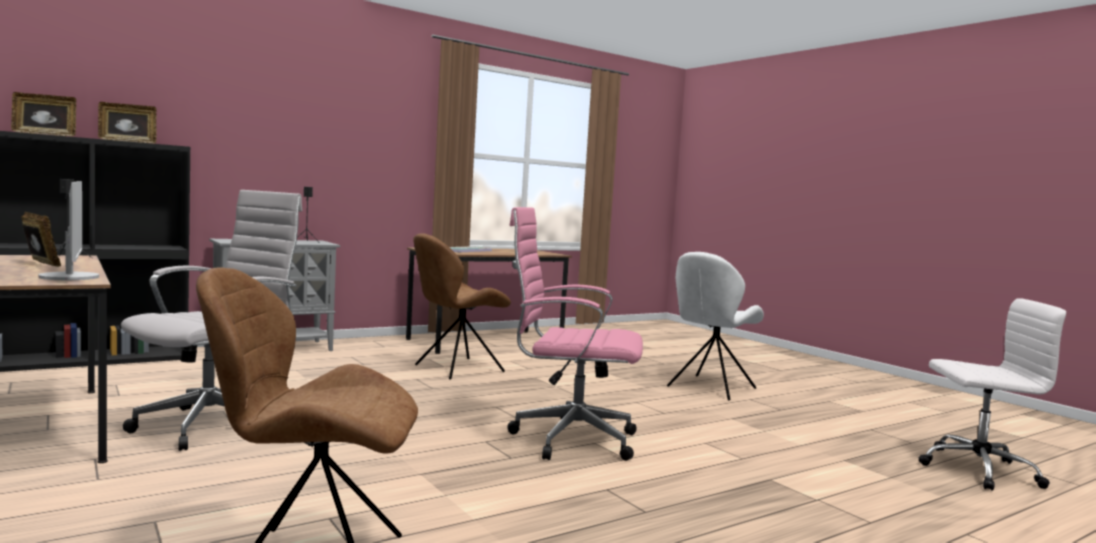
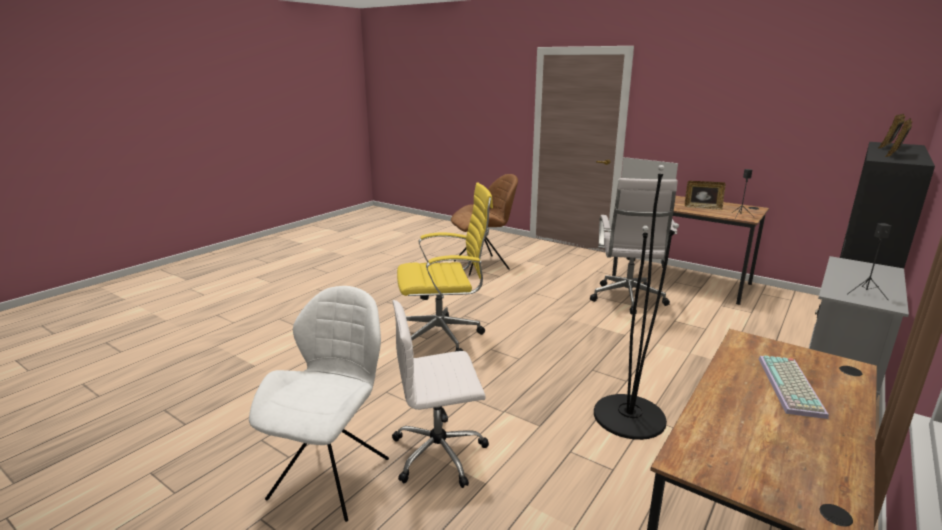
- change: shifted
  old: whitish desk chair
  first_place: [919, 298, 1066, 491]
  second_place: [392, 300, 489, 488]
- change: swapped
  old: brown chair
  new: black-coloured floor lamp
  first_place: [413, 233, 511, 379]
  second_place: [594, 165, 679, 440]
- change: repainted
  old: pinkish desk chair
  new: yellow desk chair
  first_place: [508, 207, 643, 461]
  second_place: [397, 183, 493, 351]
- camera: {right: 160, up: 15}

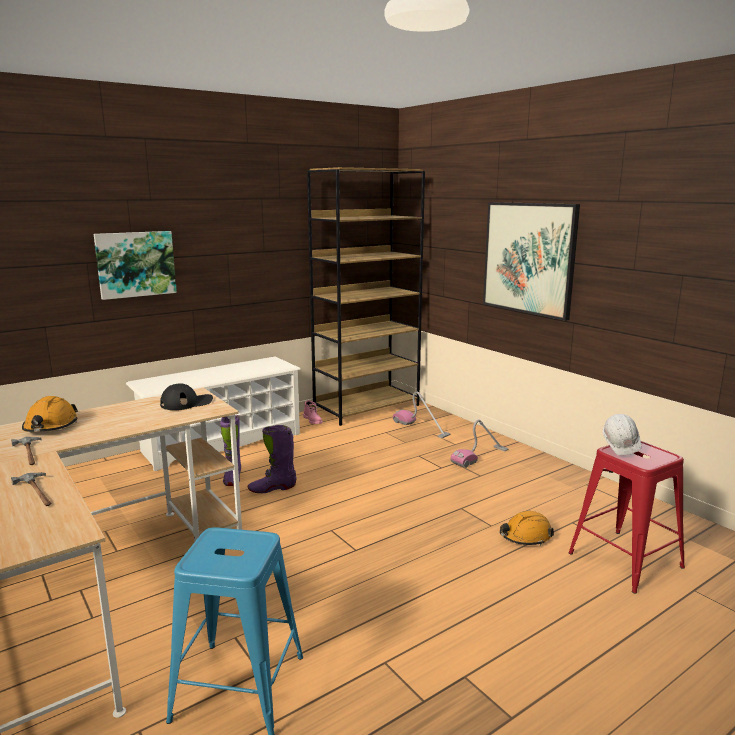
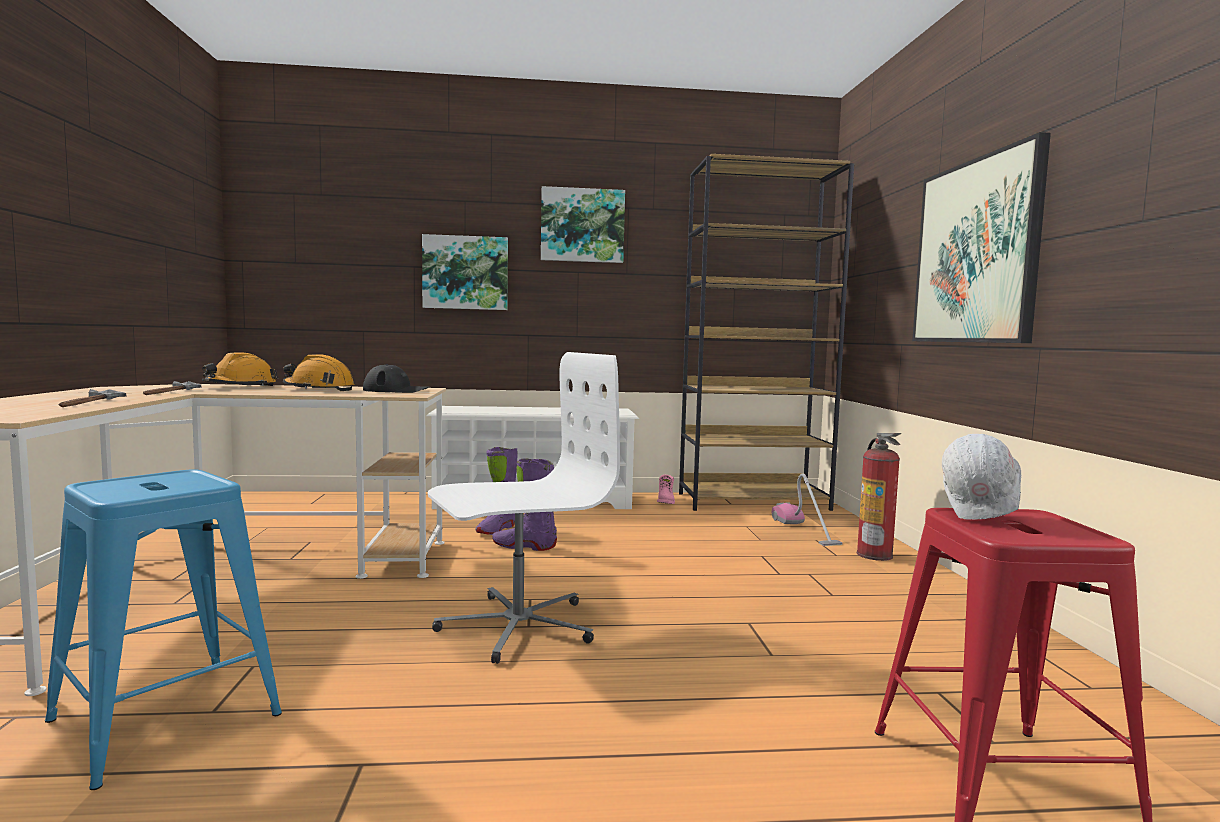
- change: gone
  old: hoover
  first_place: [450, 419, 509, 468]
- change: new
  new: whitish desk chair
  second_place: [428, 352, 620, 664]
- change: new
  new: wall picture
  second_place: [541, 186, 625, 263]
- change: new
  new: extinguisher
  second_place: [857, 433, 901, 561]
- change: shifted
  old: orange safety helmet
  first_place: [500, 511, 554, 546]
  second_place: [283, 355, 354, 391]
- camera: {right: 30, up: -10}

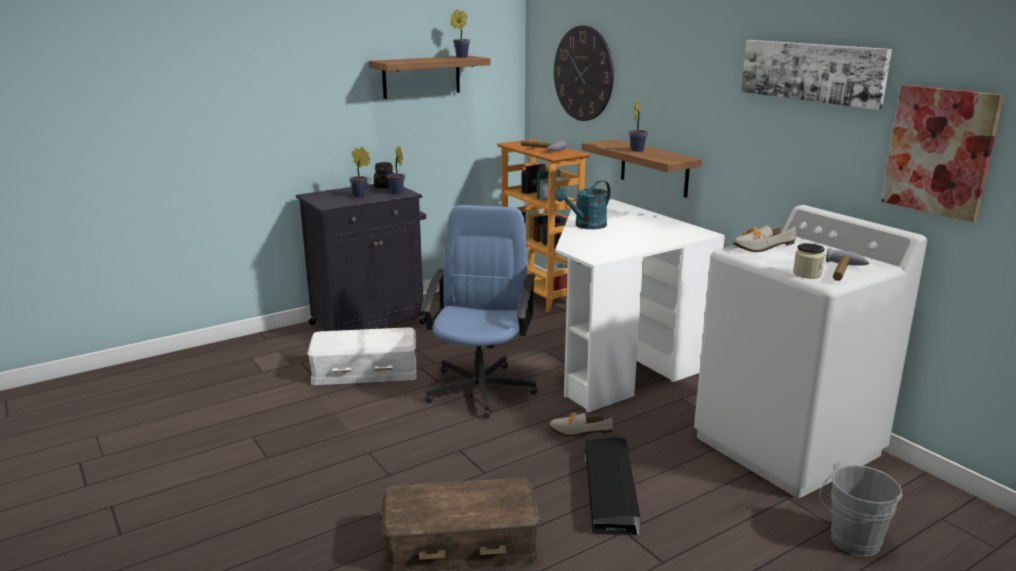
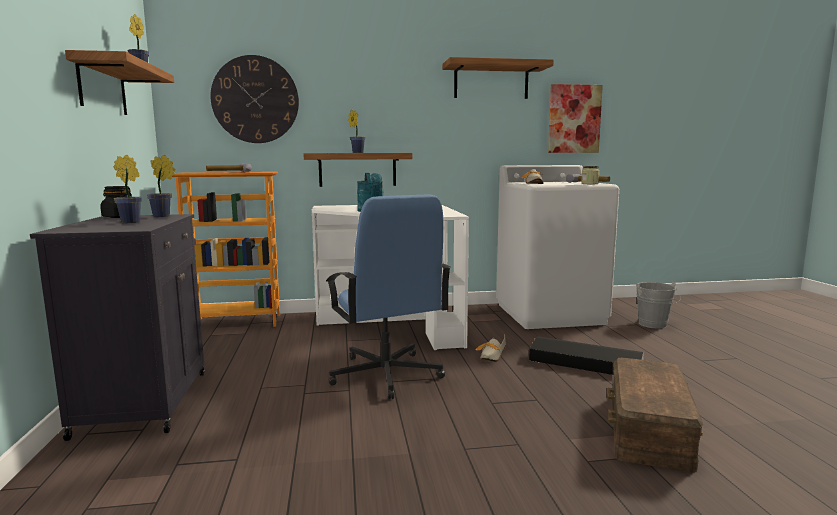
- change: gone
  old: whitish storage box
  first_place: [307, 327, 416, 385]
- change: swapped
  old: wall picture
  new: wall shelf
  first_place: [741, 40, 892, 110]
  second_place: [442, 57, 554, 99]
- change: rotated
  old: blue desk chair
  first_place: [421, 205, 538, 418]
  second_place: [326, 195, 451, 399]
  degrees: -150
- camera: {right: -65, up: -10}

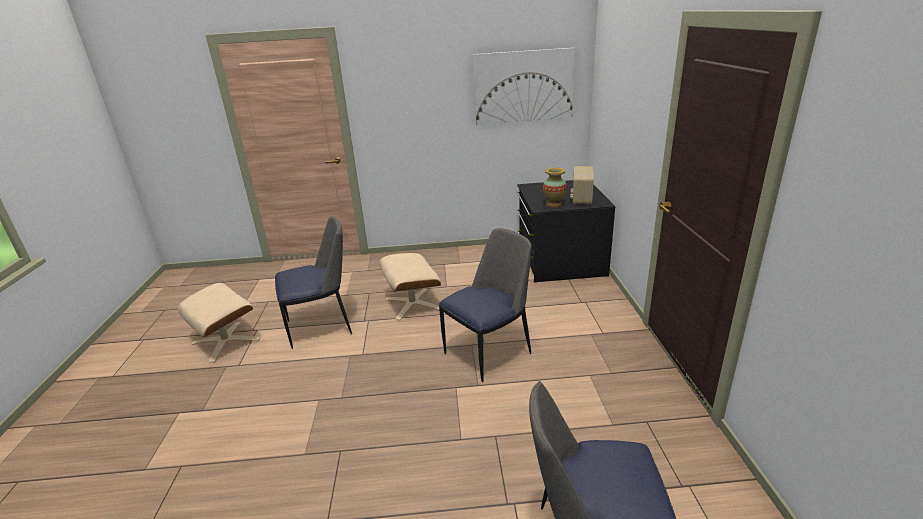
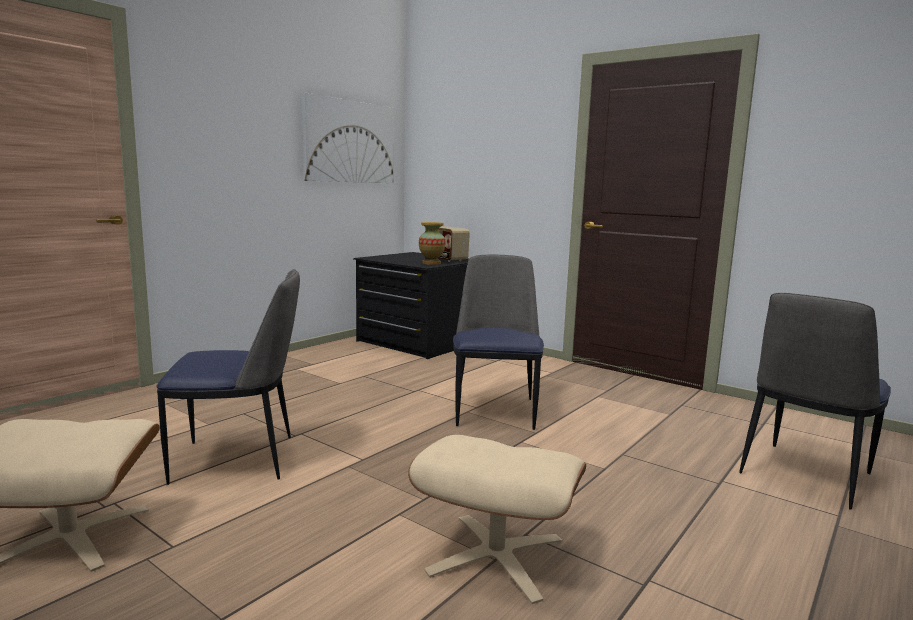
- change: shifted
  old: beige footrest
  first_place: [380, 253, 441, 321]
  second_place: [408, 435, 586, 604]
- change: rotated
  old: chair
  first_place: [275, 216, 352, 349]
  second_place: [156, 269, 300, 485]
  degrees: 60
- camera: {right: -50, up: -15}

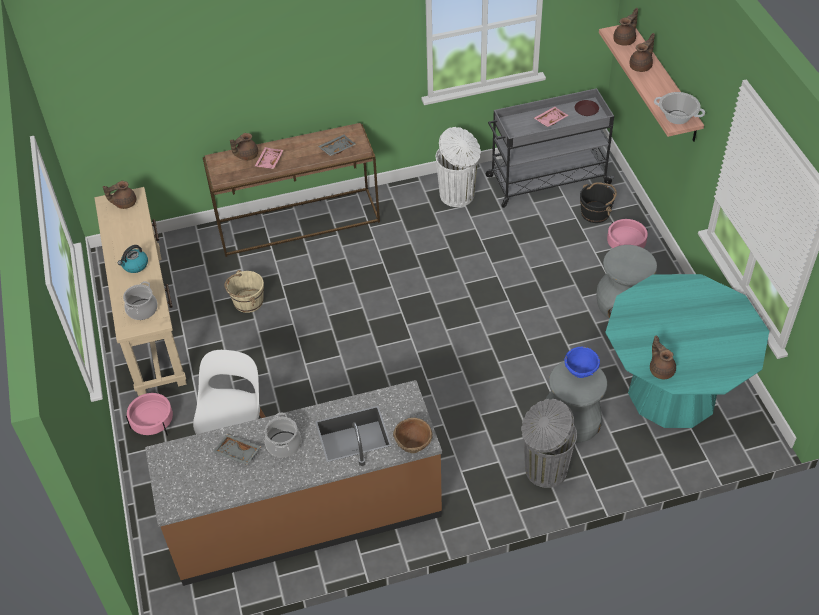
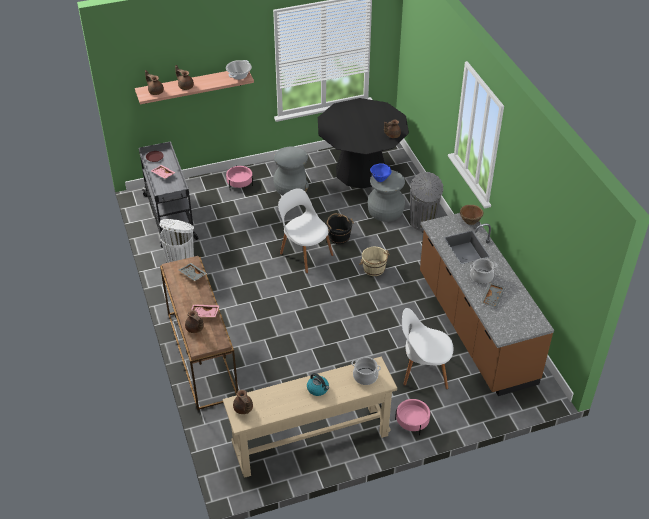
- change: new
  new: whitish chair
  second_place: [278, 188, 334, 273]
- change: shifted
  old: beige bucket
  first_place: [224, 270, 264, 313]
  second_place: [359, 247, 390, 276]
- change: shifted
  old: black-coloured bucket
  first_place: [580, 182, 617, 223]
  second_place: [327, 213, 354, 244]
- change: repainted
  old: turquoise kitchen table
  new: black-coloured kitchen table
  first_place: [605, 274, 769, 428]
  second_place: [318, 98, 409, 189]
- camera: {right: -95, up: -5}

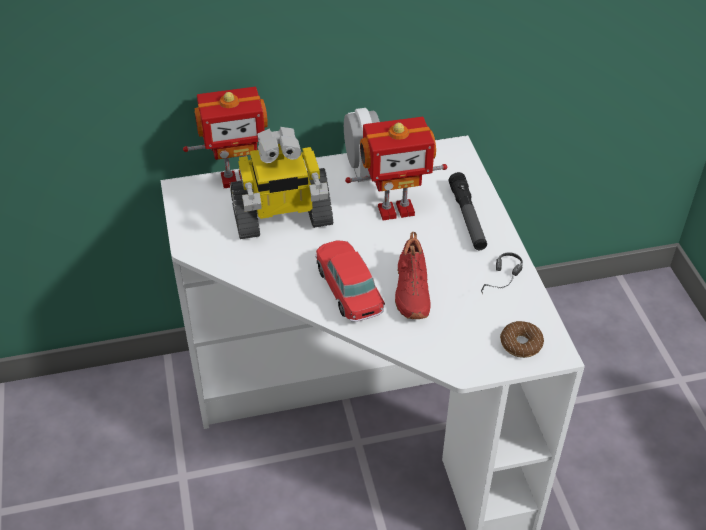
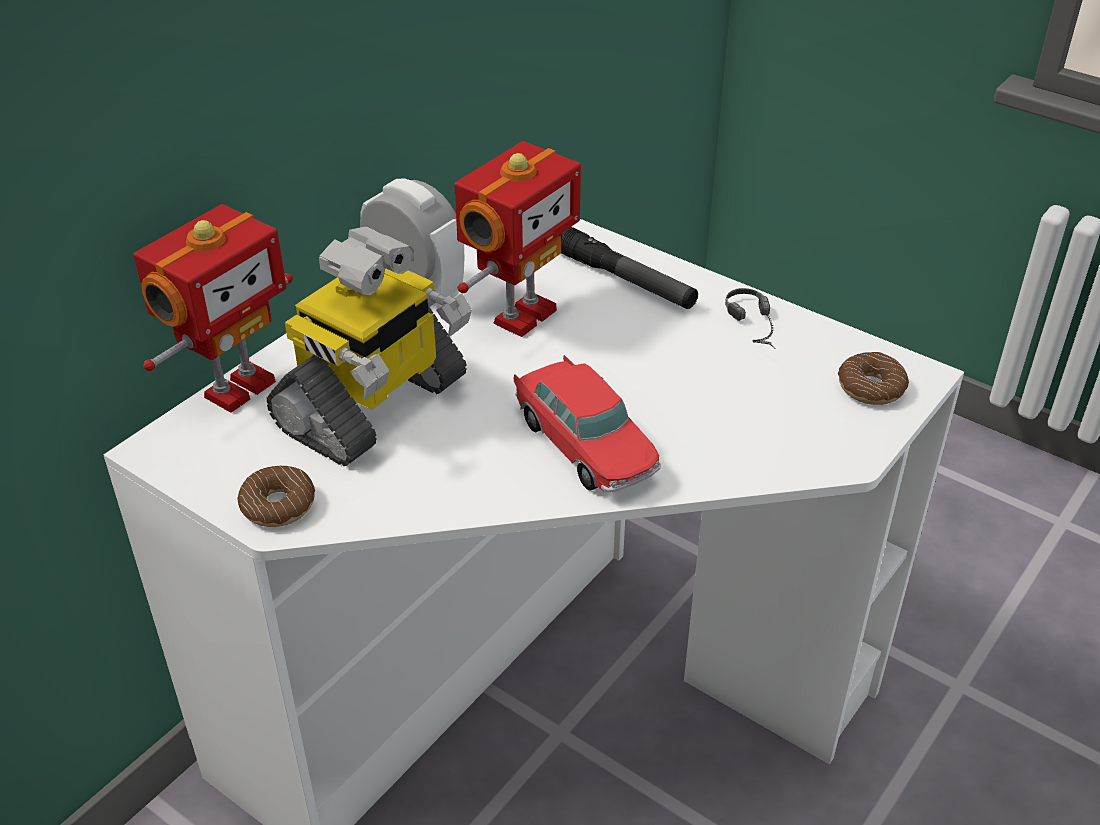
- change: gone
  old: red item of footwear
  first_place: [395, 232, 430, 319]
- change: new
  new: ring doughnut
  second_place: [238, 466, 315, 527]
- change: rotated
  old: toy car
  first_place: [315, 241, 385, 322]
  second_place: [513, 355, 661, 492]
  degrees: -150
- camera: {right: -40, up: -5}

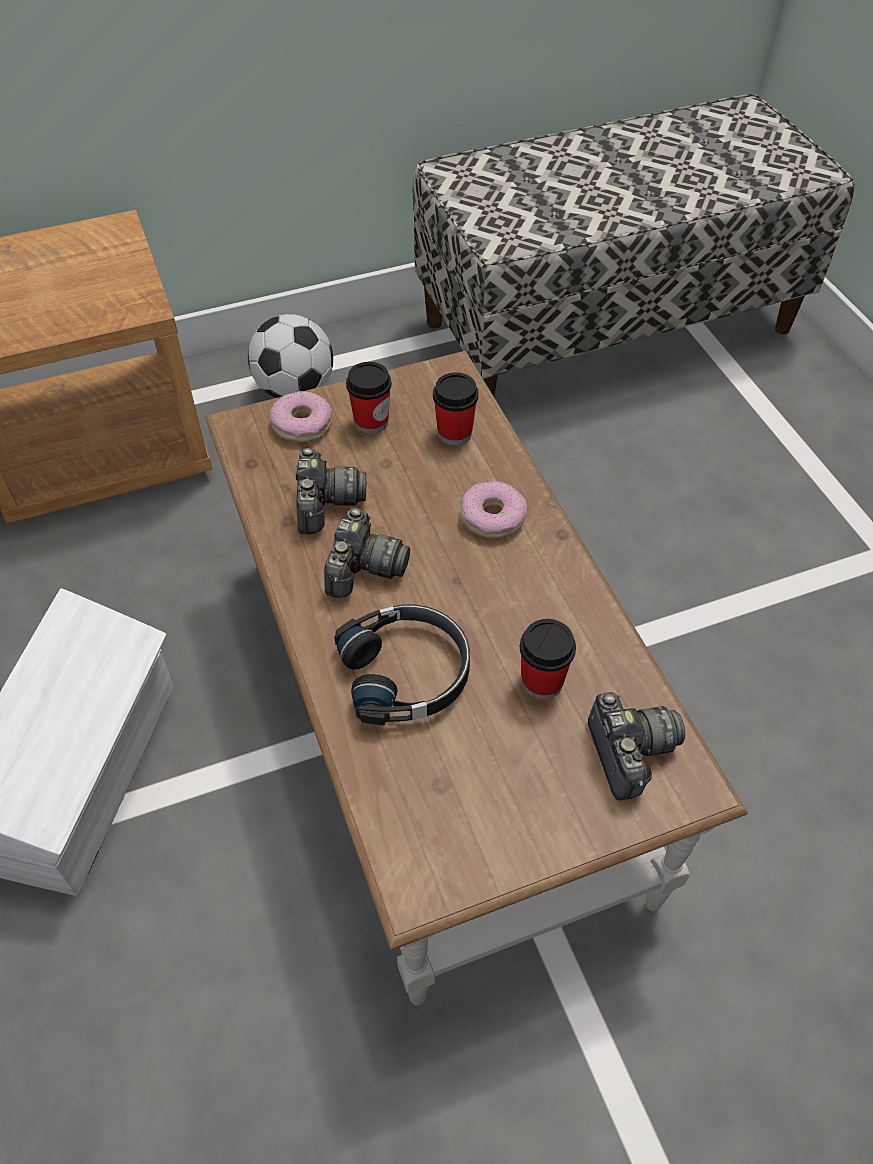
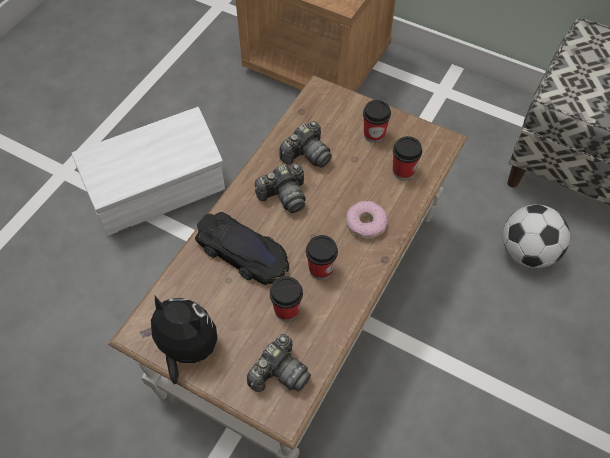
- change: gone
  old: ring doughnut
  first_place: [270, 391, 333, 442]
- change: new
  new: cuddly toy
  second_place: [140, 296, 217, 384]
- change: new
  new: small cup
  second_place: [306, 235, 338, 280]
- change: shifted
  old: football
  first_place: [248, 314, 333, 398]
  second_place: [503, 204, 570, 268]
- change: swapped
  old: black-coloured headphones
  new: black-coloured toy car
  first_place: [334, 605, 470, 725]
  second_place: [195, 212, 289, 285]
- camera: {right: 50, up: 5}

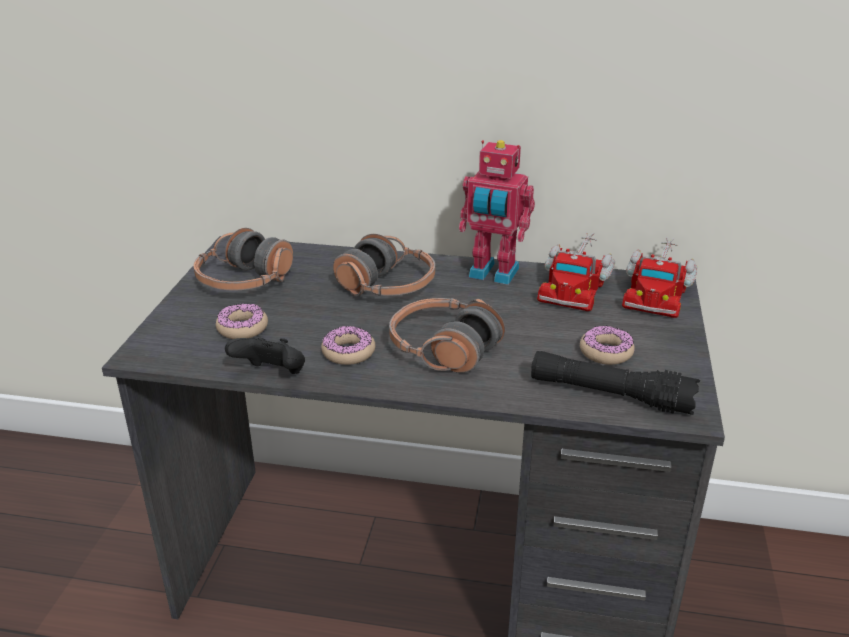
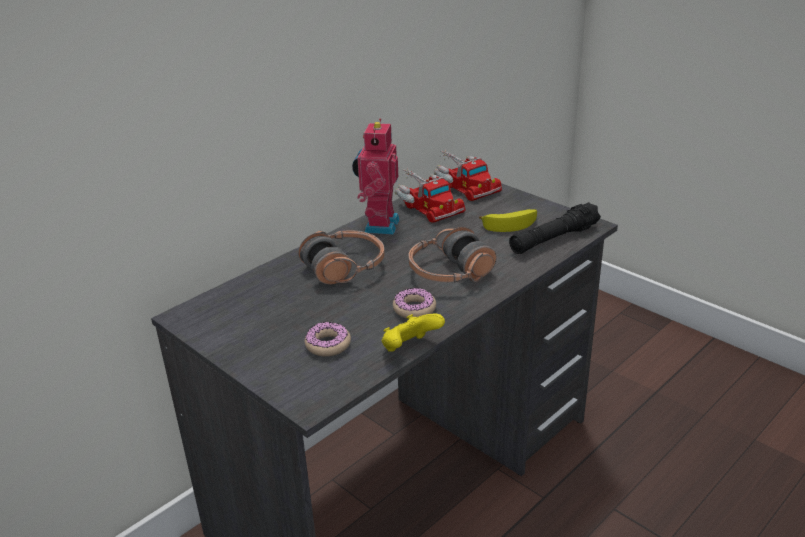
- change: gone
  old: headphones
  first_place: [193, 228, 293, 290]
- change: swapped
  old: ring doughnut
  new: banana
  first_place: [580, 326, 635, 365]
  second_place: [479, 209, 537, 232]
- change: repainted
  old: black-coloured gamepad
  new: yellow gamepad
  first_place: [225, 338, 305, 374]
  second_place: [382, 313, 445, 352]
- change: rotated
  old: toy robot
  first_place: [459, 140, 535, 285]
  second_place: [352, 119, 400, 235]
  degrees: 135
- camera: {right: -55, up: 0}

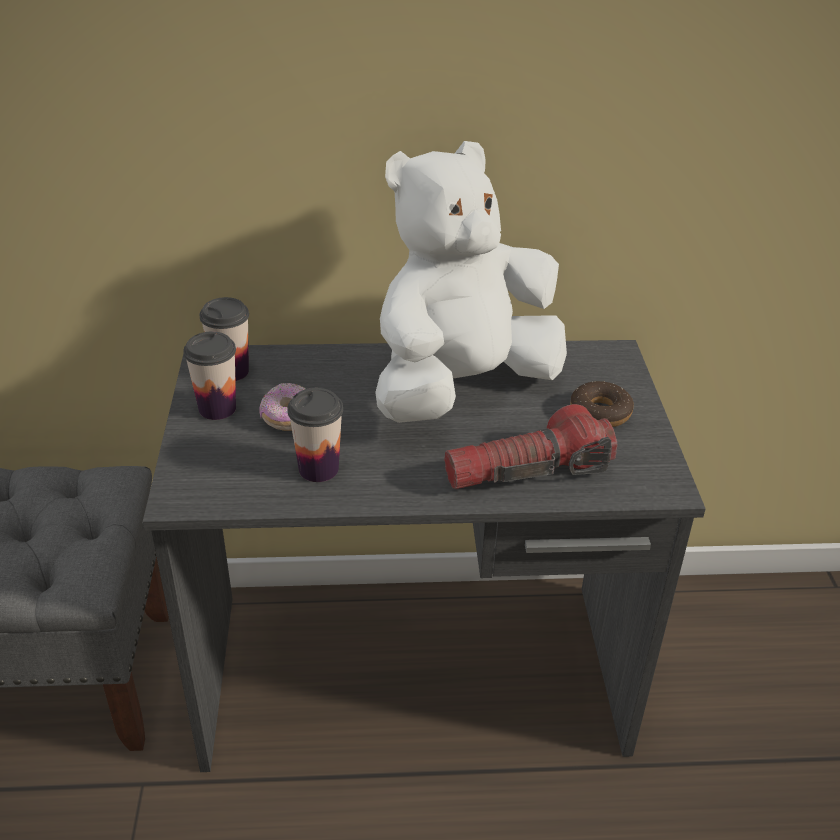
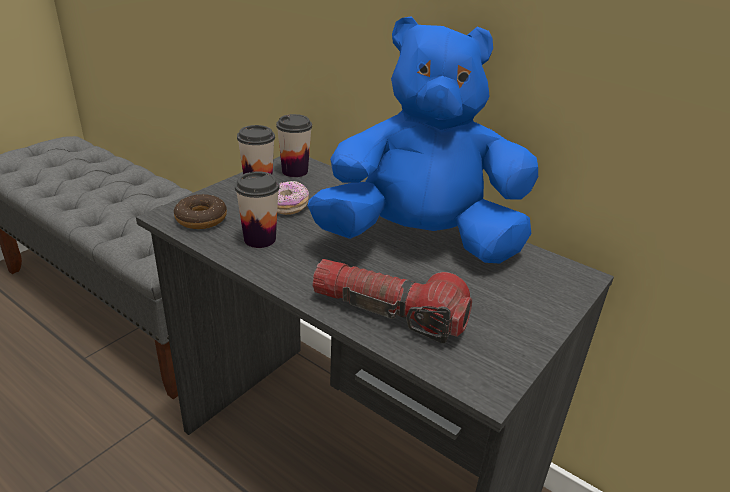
- change: shifted
  old: ring doughnut
  first_place: [570, 381, 634, 427]
  second_place: [174, 194, 227, 229]
- change: repainted
  old: whitish cuddly toy
  new: blue cuddly toy
  first_place: [375, 141, 567, 423]
  second_place: [308, 16, 538, 263]
- camera: {right: 40, up: -5}

